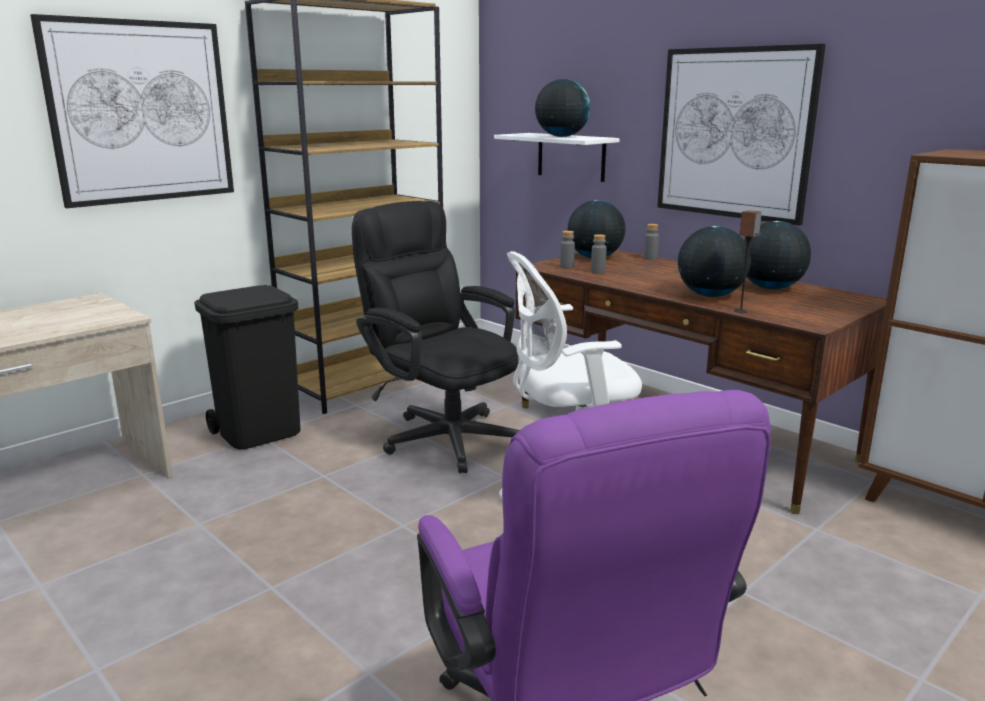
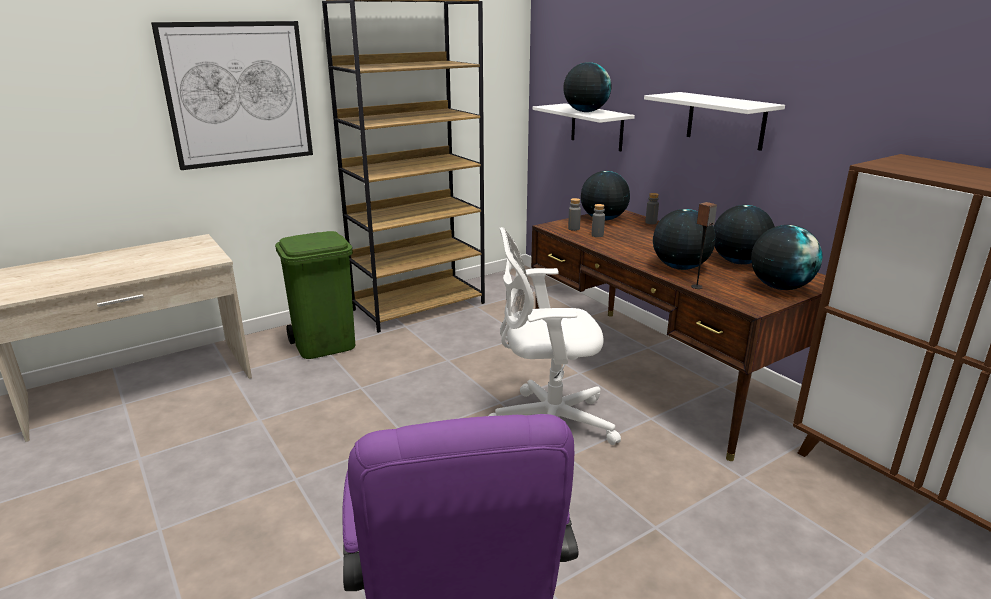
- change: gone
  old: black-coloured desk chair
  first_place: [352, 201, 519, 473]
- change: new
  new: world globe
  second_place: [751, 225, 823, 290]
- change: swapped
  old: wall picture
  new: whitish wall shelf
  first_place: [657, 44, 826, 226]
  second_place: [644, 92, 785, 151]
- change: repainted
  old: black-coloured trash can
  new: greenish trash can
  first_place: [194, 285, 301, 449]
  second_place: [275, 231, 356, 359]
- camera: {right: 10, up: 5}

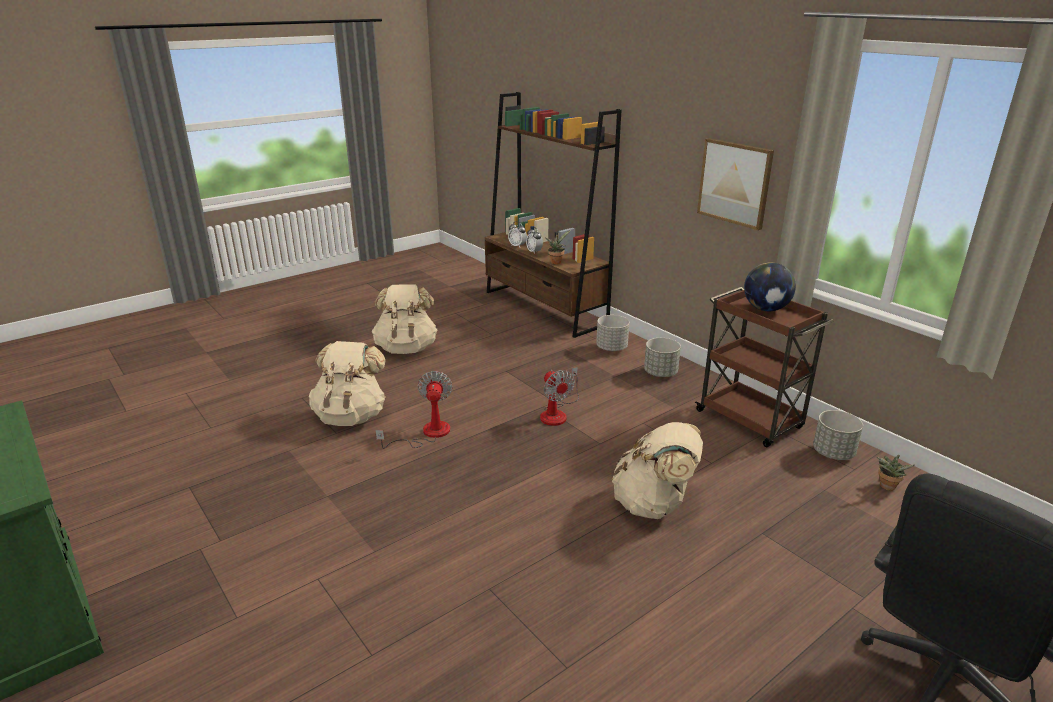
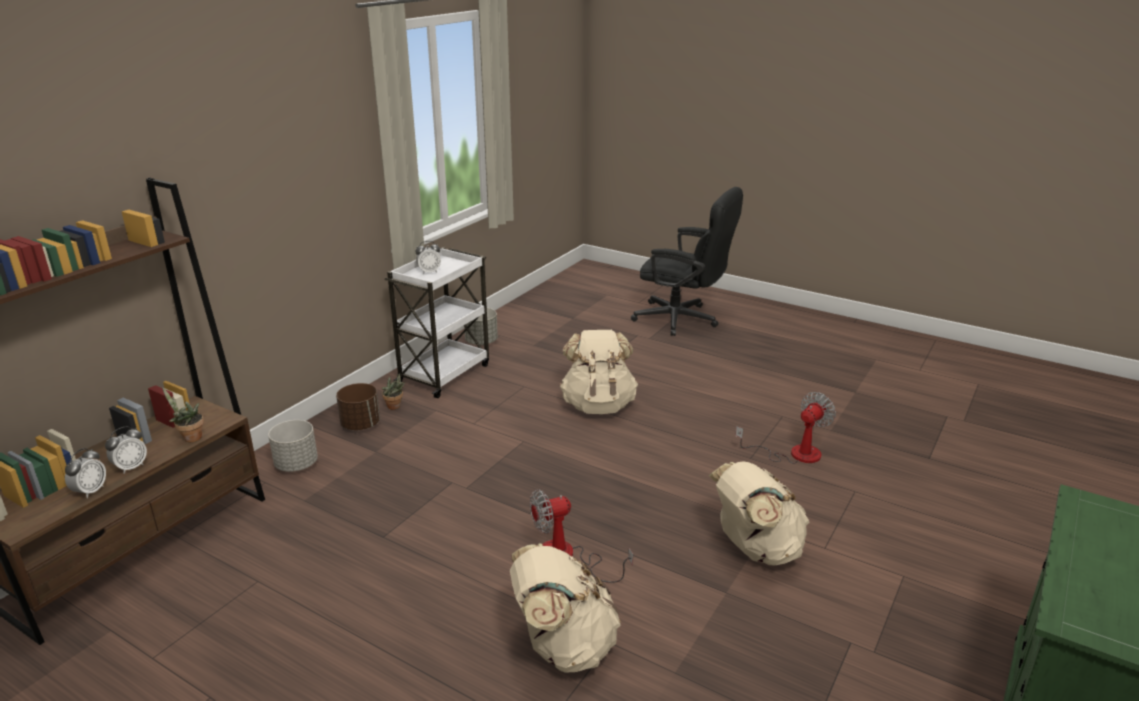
- change: gone
  old: wall picture
  first_place: [697, 138, 774, 230]
- change: shifted
  old: beige backpack
  first_place: [372, 284, 438, 354]
  second_place: [709, 461, 809, 565]
- change: shifted
  old: electric fan
  first_place: [540, 367, 579, 426]
  second_place: [735, 392, 836, 464]
- change: shifted
  old: potted plant
  first_place: [877, 455, 915, 491]
  second_place: [382, 373, 405, 410]
- change: swapped
  old: world globe
  new: alarm clock
  first_place: [744, 262, 796, 311]
  second_place: [415, 241, 441, 274]
- change: repainted
  old: greyish flower pot
  new: brown flower pot
  first_place: [644, 338, 681, 377]
  second_place: [336, 383, 380, 430]
- change: repainted
  old: brown trolley
  new: whitish trolley
  first_place: [695, 287, 833, 447]
  second_place: [385, 247, 489, 398]
- camera: {right: -110, up: 0}

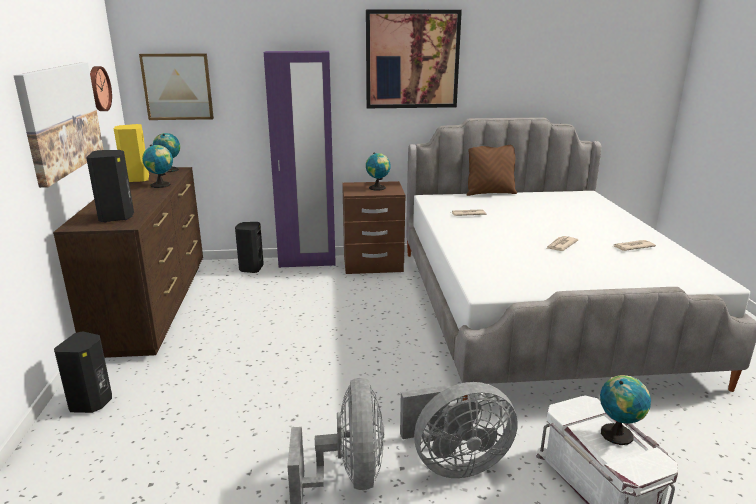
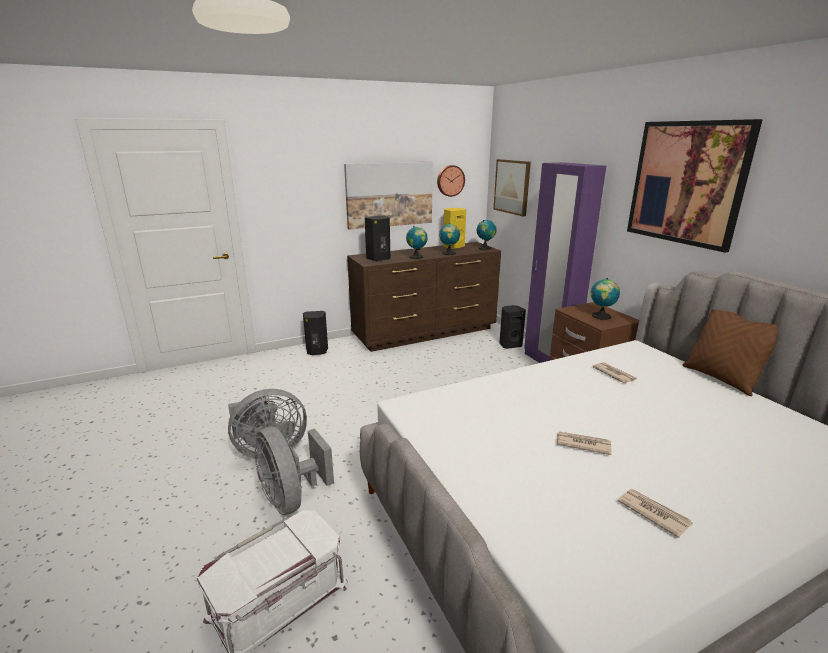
- change: shifted
  old: world globe
  first_place: [600, 375, 651, 445]
  second_place: [406, 226, 428, 259]
- camera: {right: 70, up: 0}

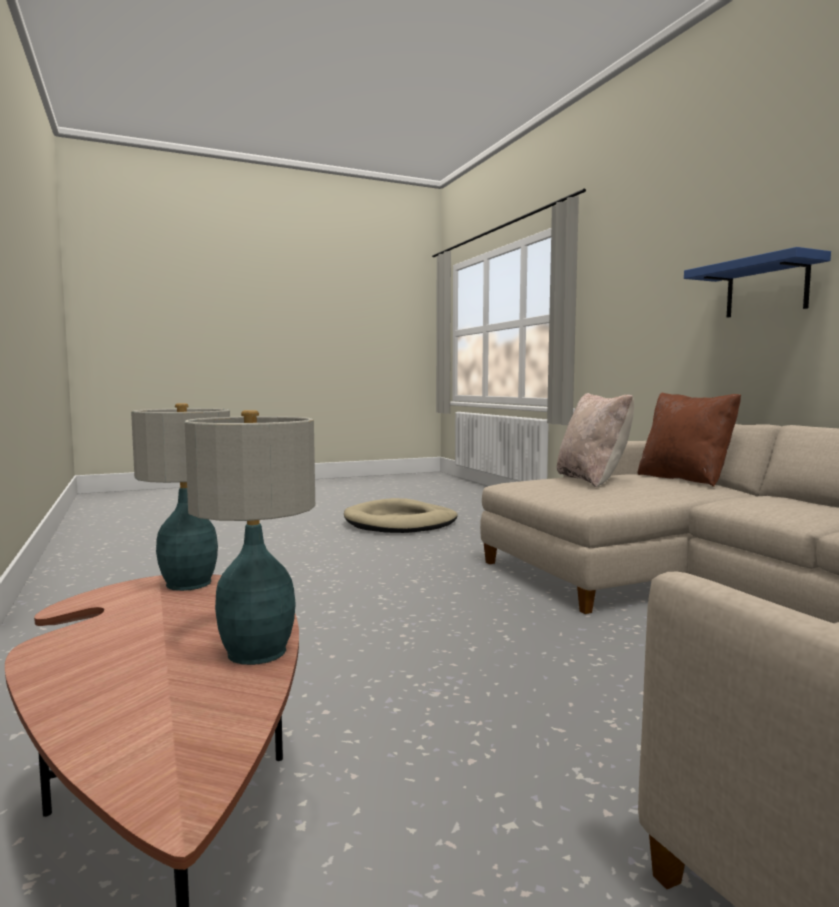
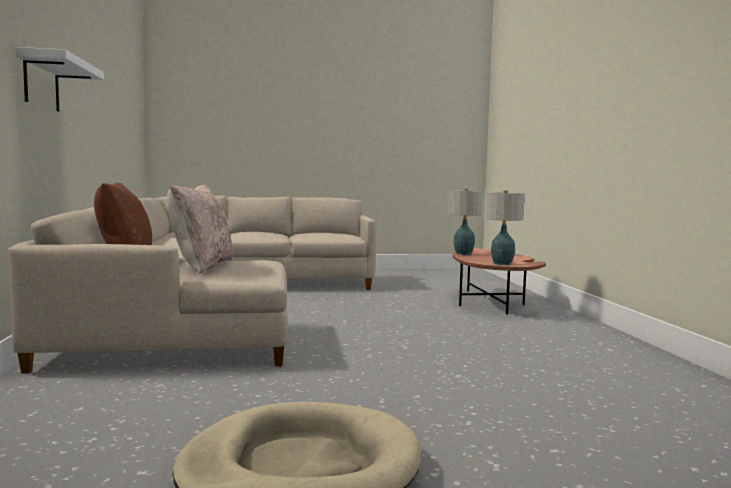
- change: repainted
  old: blue wall shelf
  new: whitish wall shelf
  first_place: [684, 247, 831, 318]
  second_place: [15, 47, 104, 111]
- camera: {right: -165, up: 0}

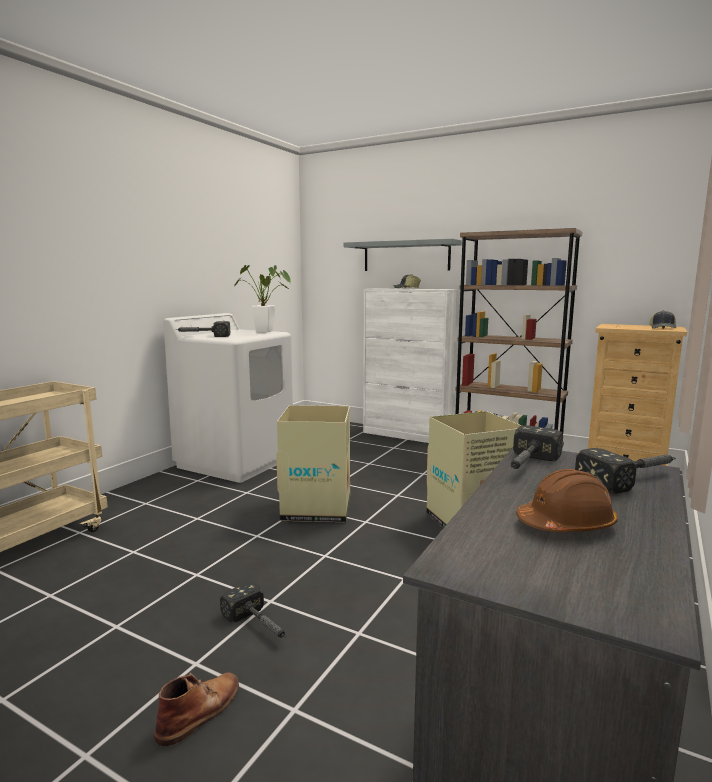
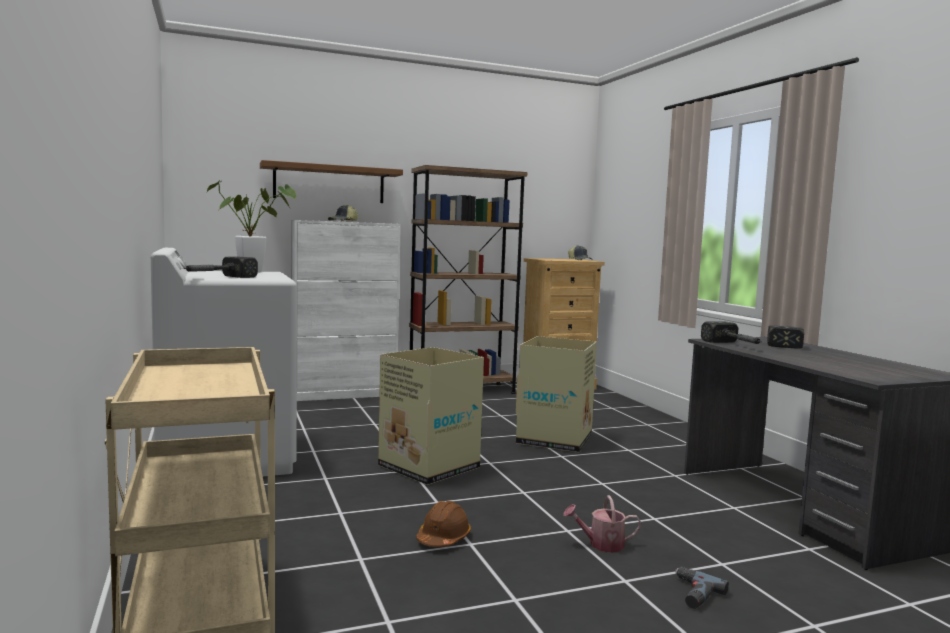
- change: shifted
  old: brown safety helmet
  first_place: [516, 469, 618, 532]
  second_place: [416, 501, 471, 547]
- change: swapped
  old: brown boot
  new: power drill
  first_place: [154, 672, 239, 746]
  second_place: [675, 567, 729, 609]
- change: swapped
  old: tool hammer
  new: sprinkling can
  first_place: [220, 582, 287, 638]
  second_place: [563, 495, 641, 553]
- change: repainted
  old: greyish wall shelf
  new: brown wall shelf
  first_place: [344, 239, 462, 271]
  second_place: [260, 160, 403, 203]
- camera: {right: -50, up: -5}

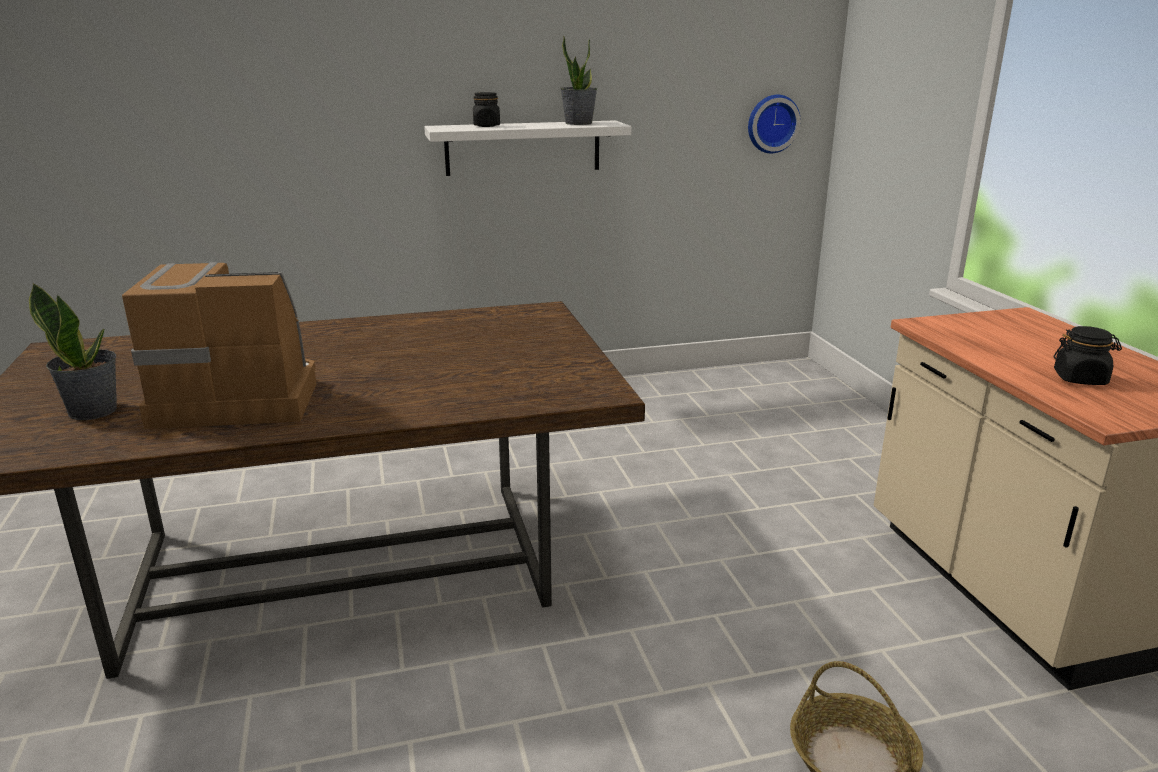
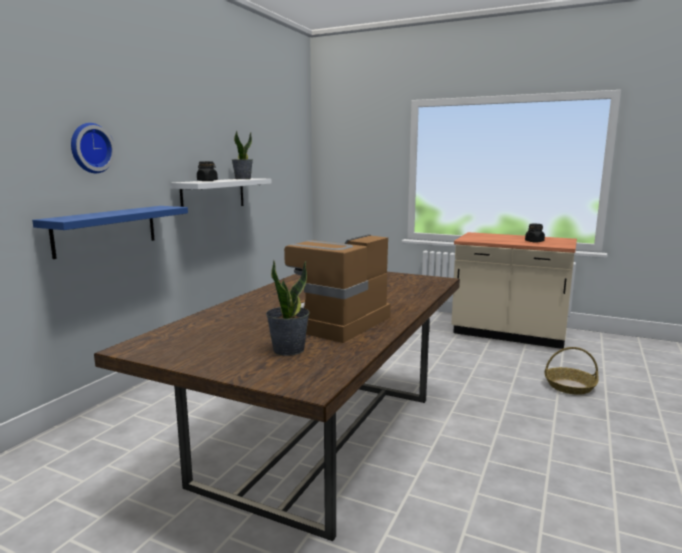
- change: new
  new: blue wall shelf
  second_place: [32, 206, 188, 259]
- change: shifted
  old: clock on the wall
  first_place: [748, 95, 801, 153]
  second_place: [71, 123, 115, 173]
- camera: {right: -50, up: -10}

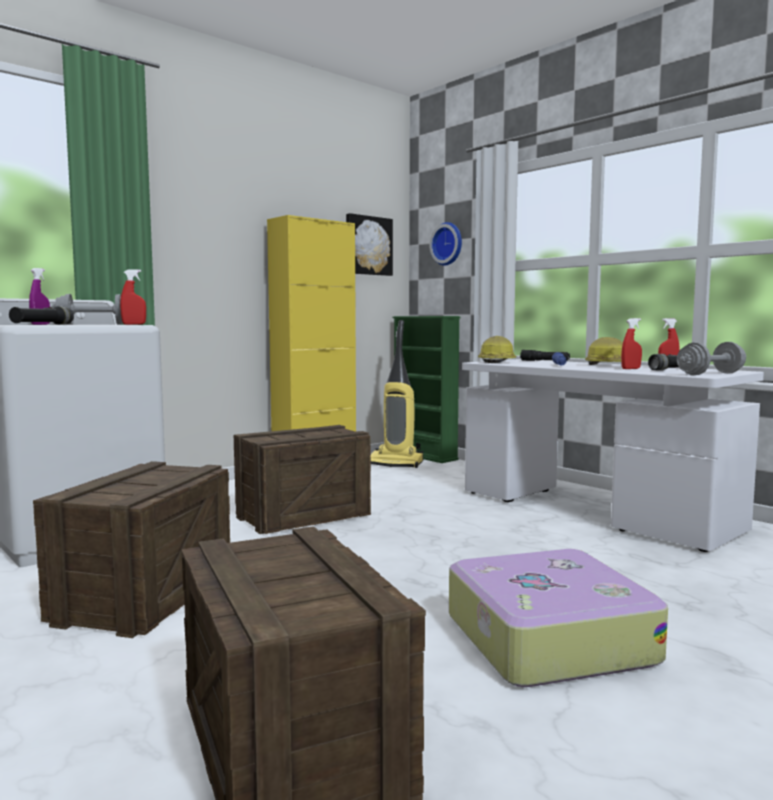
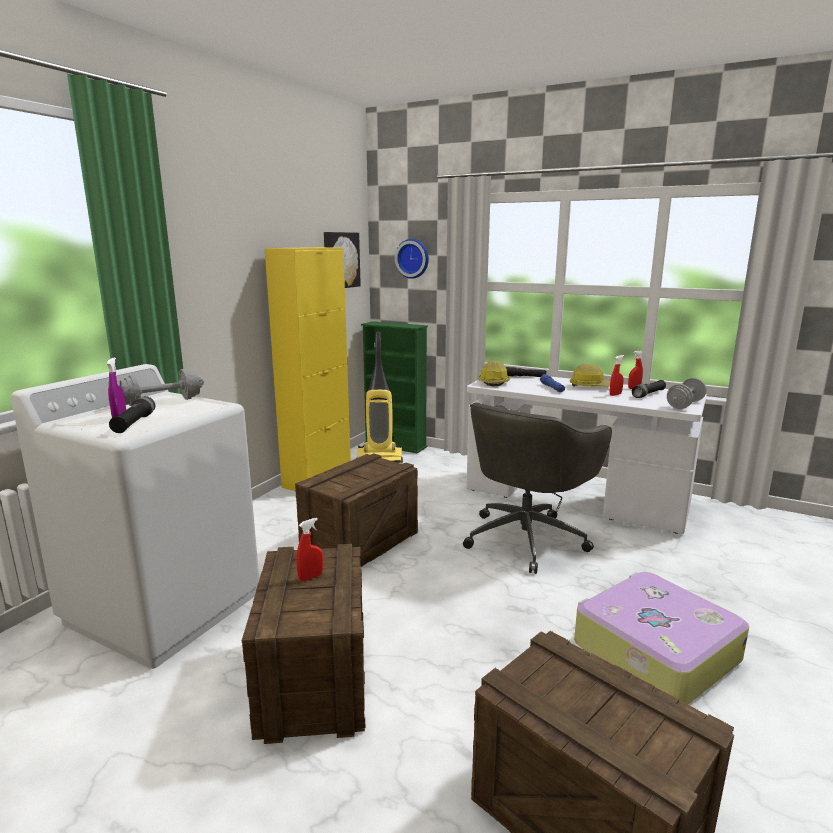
- change: new
  new: greyish desk chair
  second_place: [463, 403, 612, 574]
- change: shifted
  old: red spray bottle
  first_place: [120, 269, 146, 325]
  second_place: [296, 518, 323, 581]
- camera: {right: -20, up: 10}

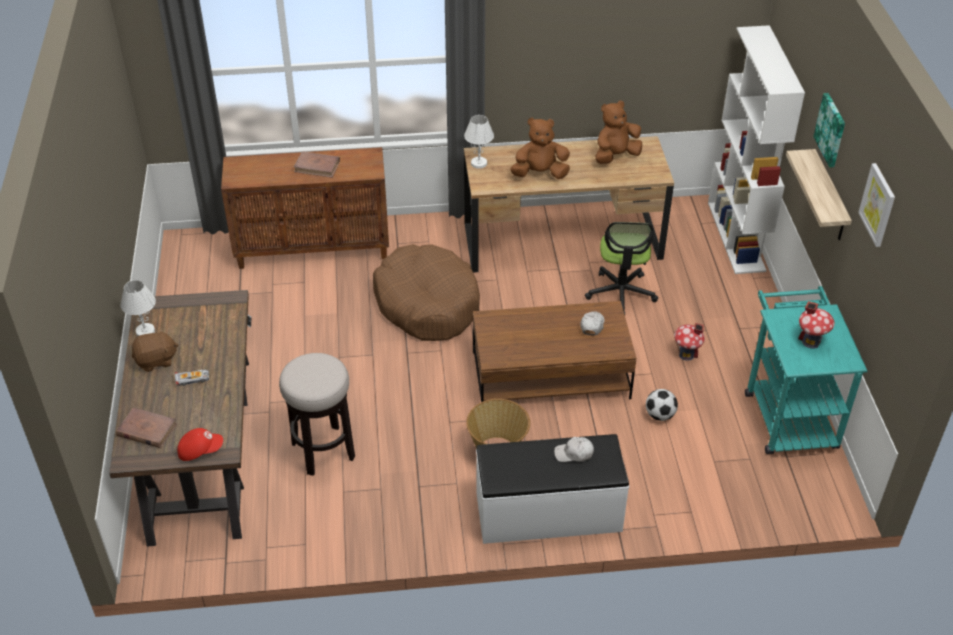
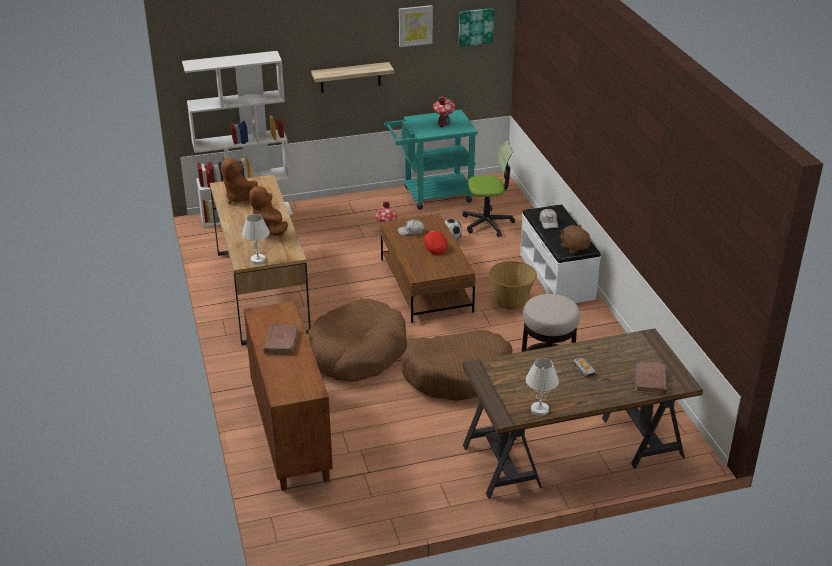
- change: new
  new: brown dog cushion
  second_place: [402, 330, 513, 401]
- change: shifted
  old: brown cuddly toy
  first_place: [132, 328, 178, 372]
  second_place: [560, 225, 591, 254]
- change: shifted
  old: red cap
  first_place: [177, 428, 223, 461]
  second_place: [424, 231, 448, 255]
- change: shifted
  old: desk chair
  first_place: [585, 222, 658, 315]
  second_place: [463, 140, 515, 237]
- change: shifted
  old: wall picture
  first_place: [813, 93, 845, 168]
  second_place: [459, 8, 494, 47]
- camera: {right: -100, up: -10}

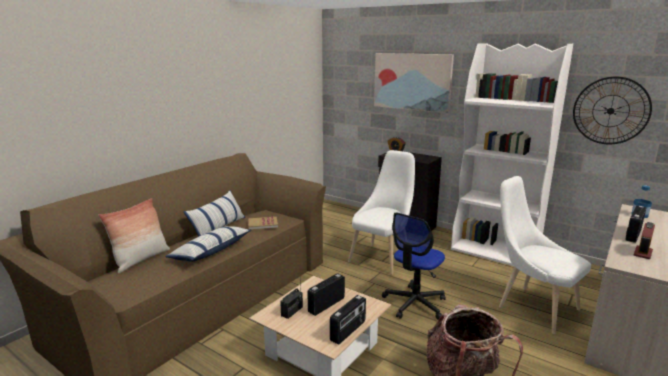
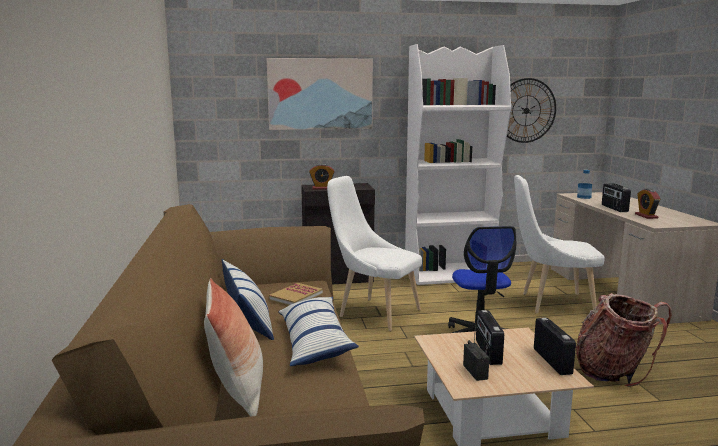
- change: rotated
  old: whitish chair
  first_place: [348, 150, 415, 275]
  second_place: [327, 176, 422, 331]
  degrees: -45
- camera: {right: -45, up: -5}

